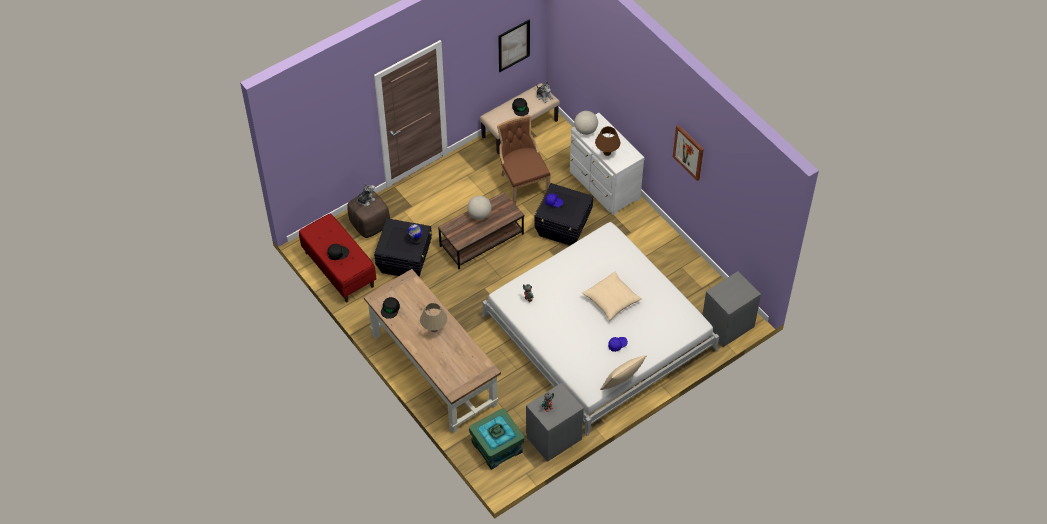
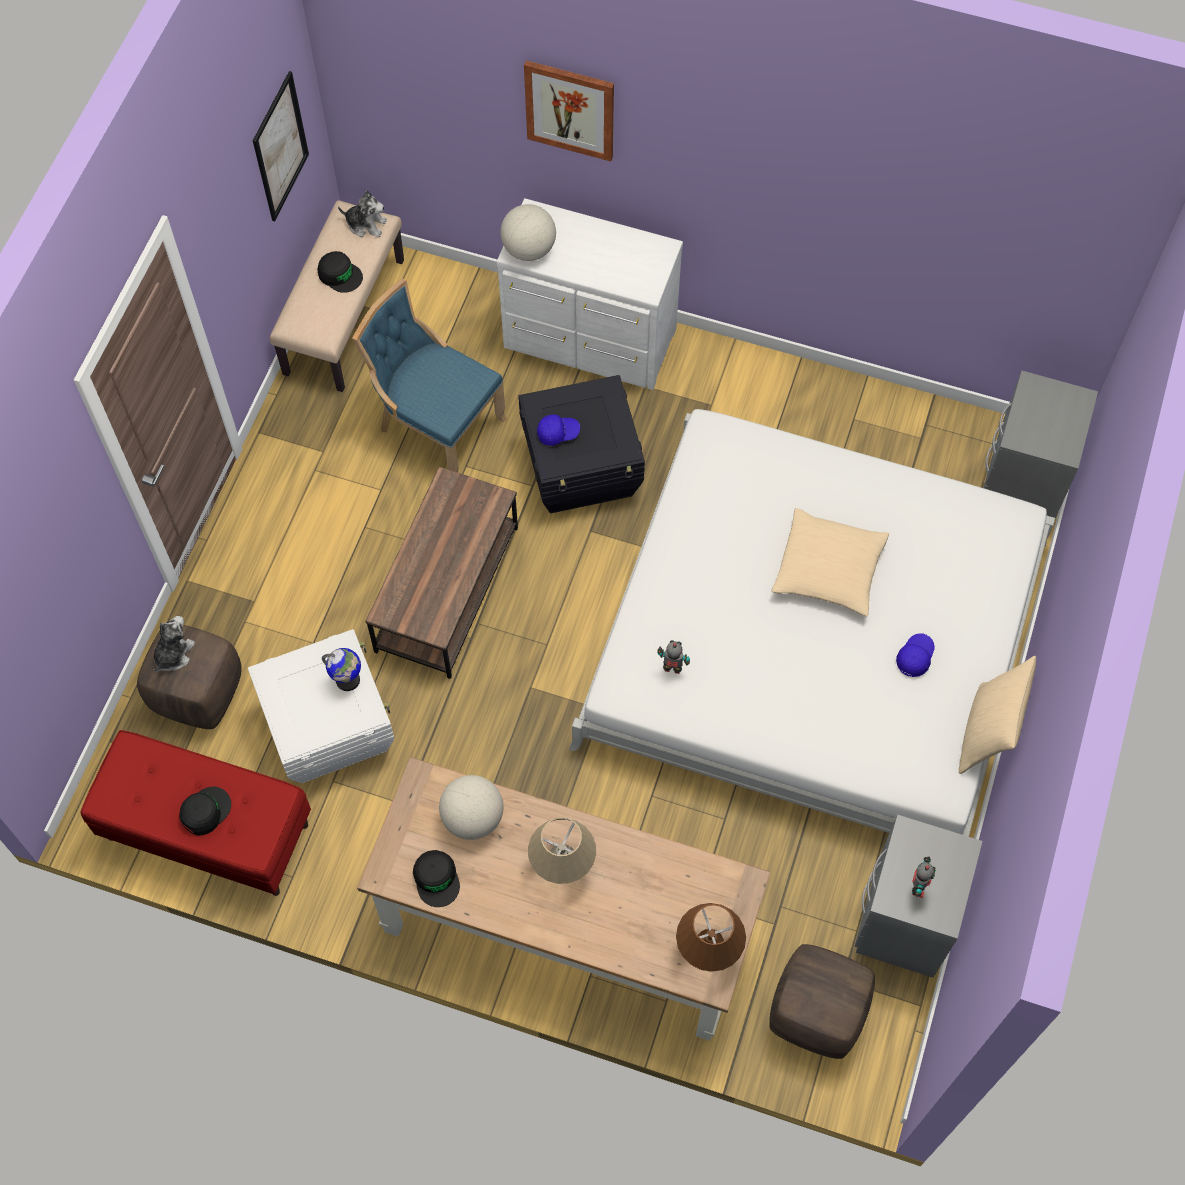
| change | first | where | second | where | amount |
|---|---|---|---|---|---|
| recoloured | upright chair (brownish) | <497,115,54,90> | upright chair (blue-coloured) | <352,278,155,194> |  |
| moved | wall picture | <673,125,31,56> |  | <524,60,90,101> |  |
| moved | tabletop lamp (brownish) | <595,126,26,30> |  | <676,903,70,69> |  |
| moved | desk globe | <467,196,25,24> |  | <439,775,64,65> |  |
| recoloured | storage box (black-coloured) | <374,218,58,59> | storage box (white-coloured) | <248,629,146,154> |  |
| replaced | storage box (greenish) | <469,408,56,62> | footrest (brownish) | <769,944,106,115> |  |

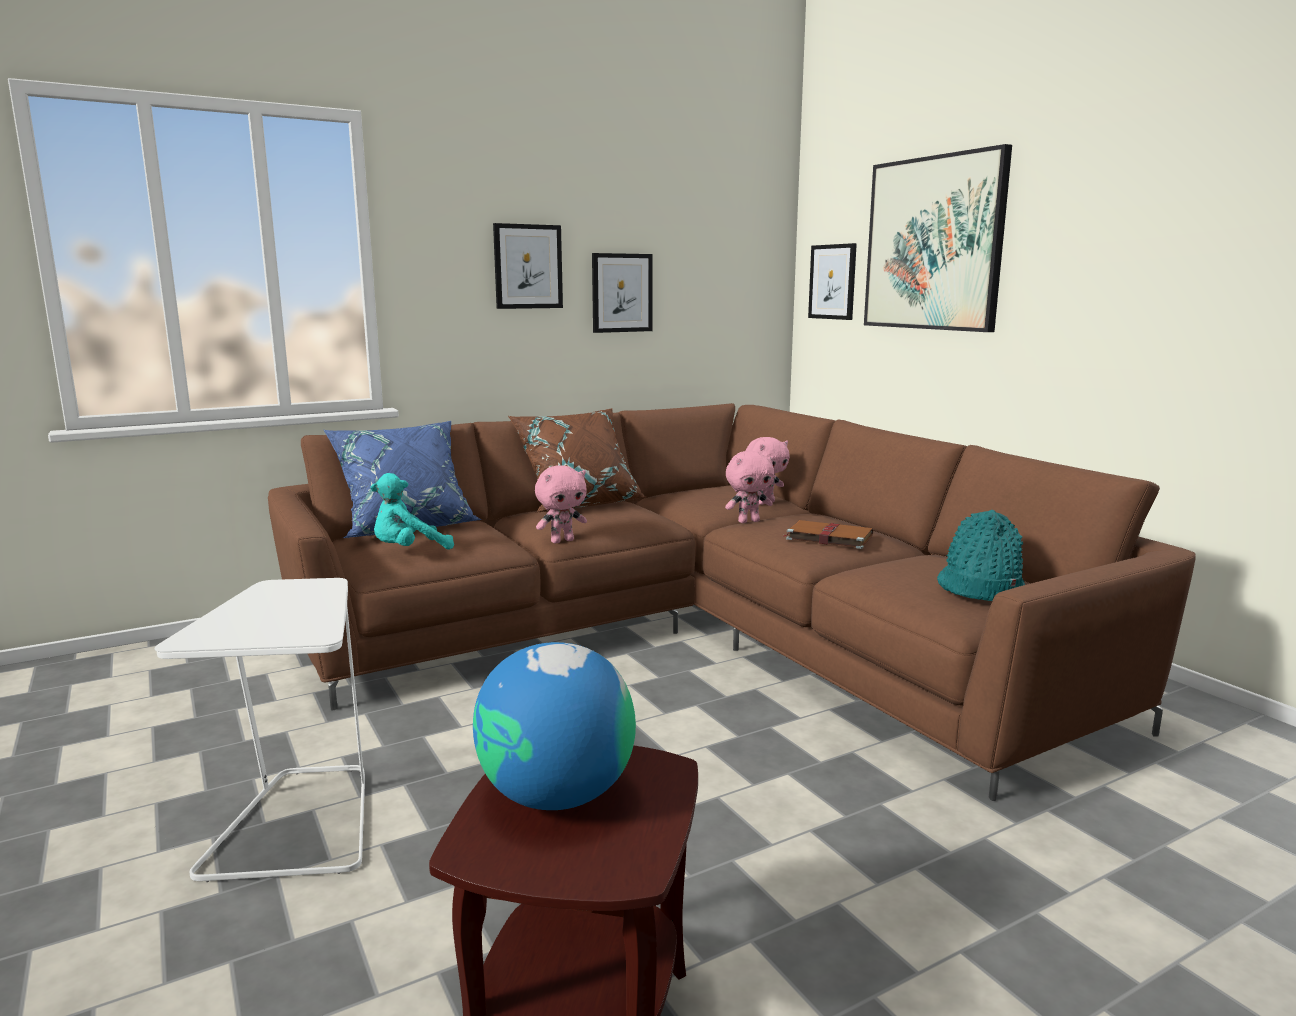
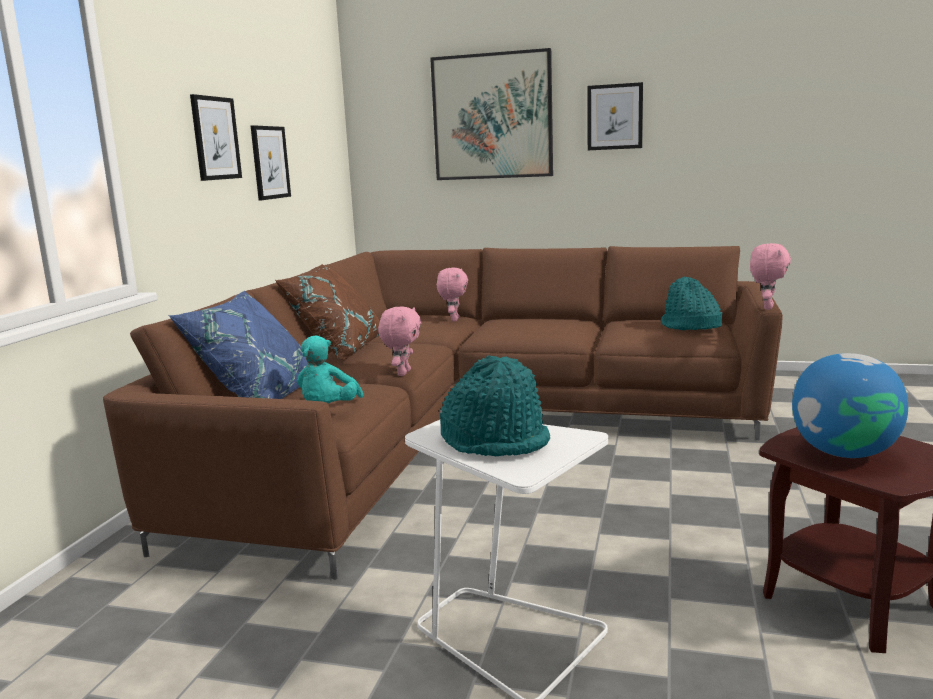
| change | first | where | second | where | amount |
|---|---|---|---|---|---|
| moved | wall picture | <808,243,49,77> |  | <587,82,56,68> |  |
| moved | plush toy (pinkish) | <725,451,49,72> |  | <750,243,41,67> |  |
| removed | bound book (brownish) | <784,520,89,29> |  |  |  |
| added |  |  | hat (turquoise) | <439,356,111,100> |  |

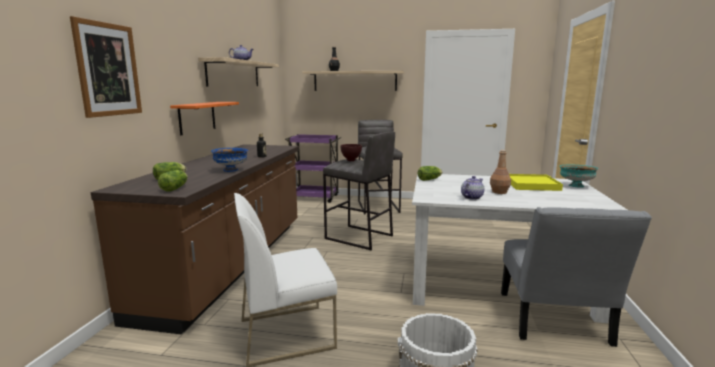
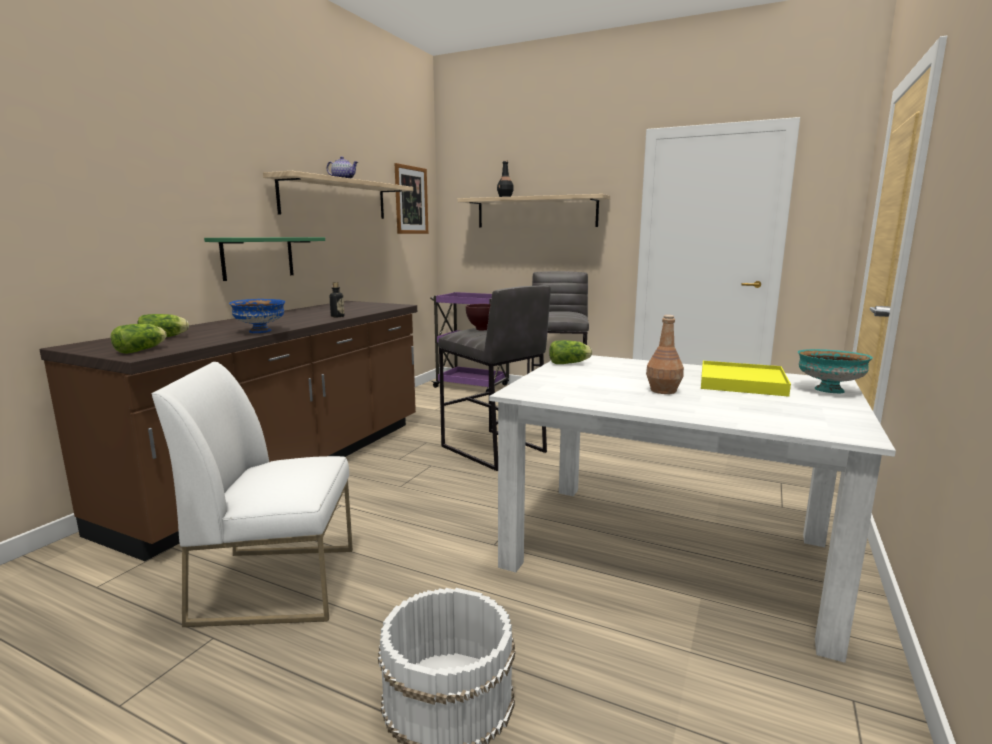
| change | first | where | second | where | amount |
|---|---|---|---|---|---|
| moved | wall picture | <70,16,72,102> |  | <395,163,33,71> |  |
| recoloured | wall shelf (orangey) | <170,102,69,33> | wall shelf (greenish) | <204,237,121,44> |  |
| removed | pot for tea | <461,176,23,24> |  |  |  |
| removed | upright chair (greyish) | <501,207,151,140> |  |  |  |

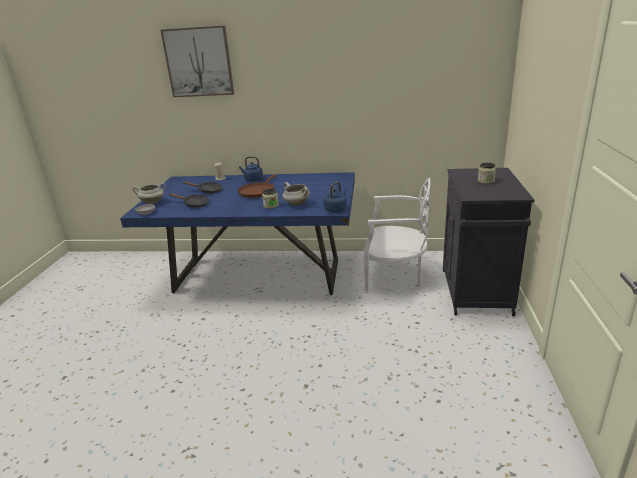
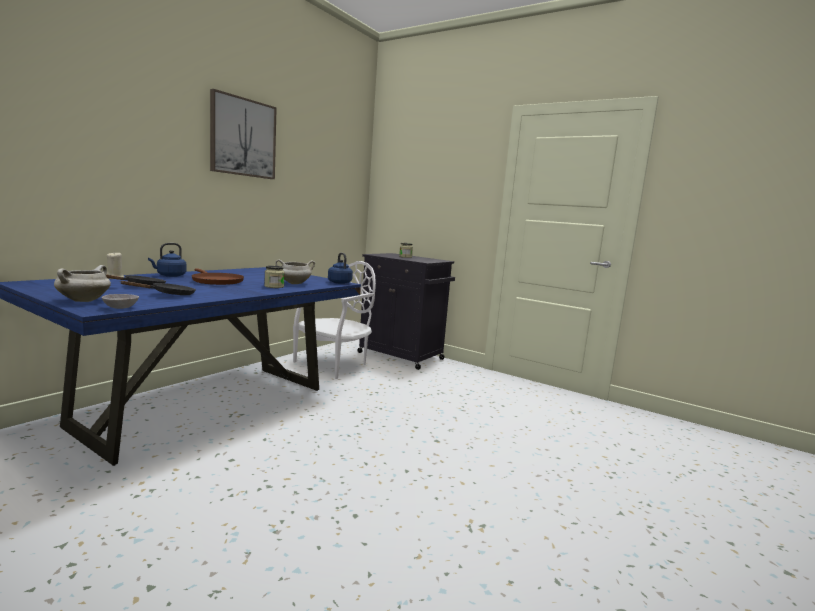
| change | first | where | second | where | amount |
|---|---|---|---|---|---|
| moved | wall picture | <161,25,73,72> |  | <210,89,67,90> |  |

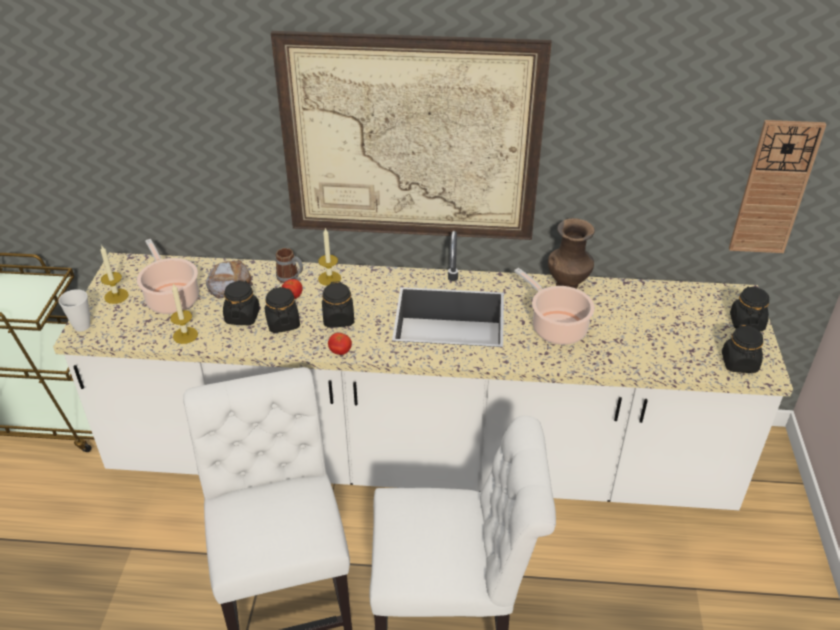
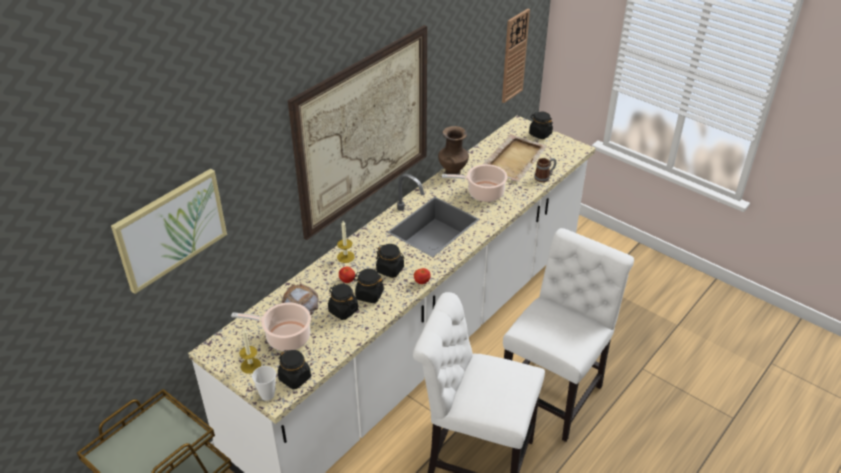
| change | first | where | second | where | amount |
|---|---|---|---|---|---|
| moved | mug | <275,248,28,35> |  | <534,158,23,24> |  |
| removed | candle | <170,283,28,61> |  |  |  |
| moved | preserve jar (black-coloured) | <722,324,41,49> |  | <278,350,33,39> |  |
| added |  |  | serving tray (sand-coloured) | <483,134,64,48> |  |
| added |  |  | wall picture | <111,169,116,125> |  |

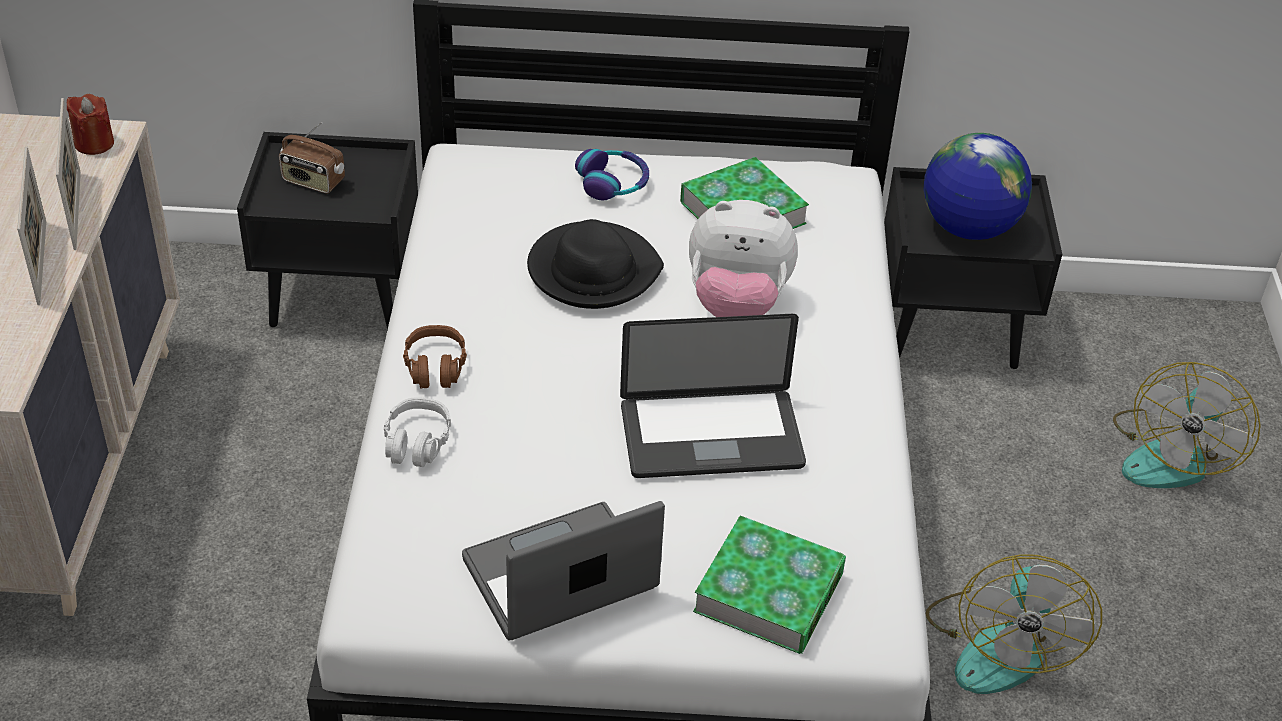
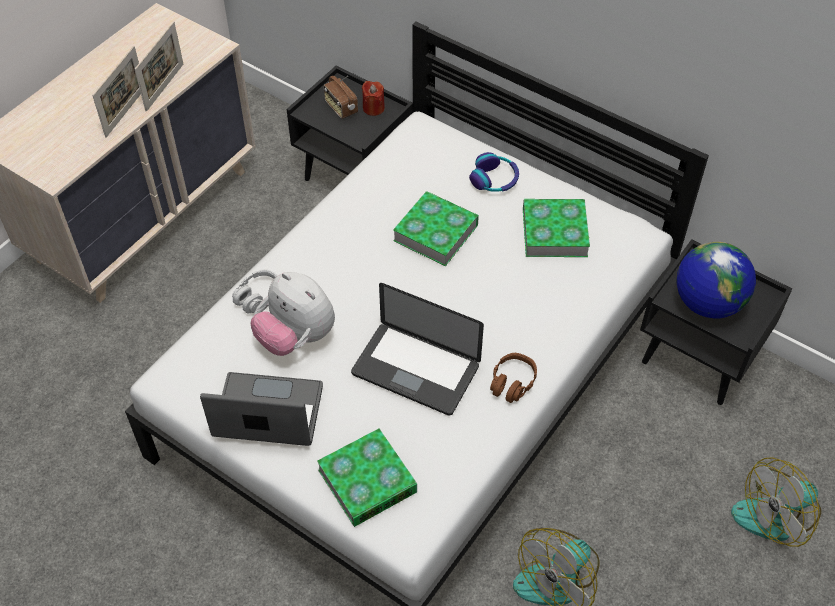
| change | first | where | second | where | amount |
|---|---|---|---|---|---|
| moved | candle (reddish) | <67,94,47,61> |  | <362,81,23,35> |  |
| moved | plush toy | <689,200,109,117> |  | <250,272,85,84> |  |
| replaced | hat (black-coloured) | <527,219,137,90> | bound book | <393,191,86,75> |  |
| moved | headphones (brownish) | <403,325,64,64> |  | <490,353,47,50> |  |

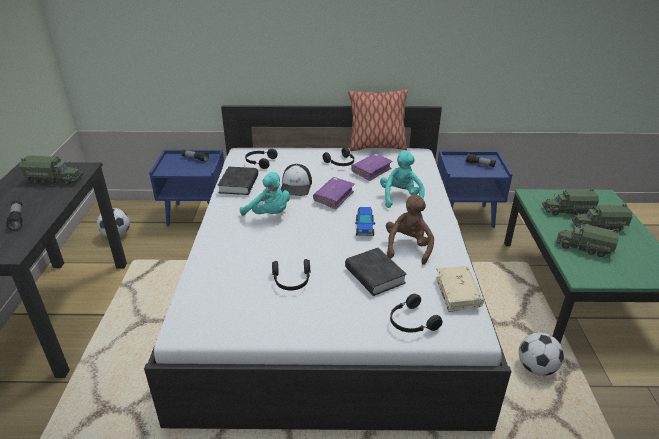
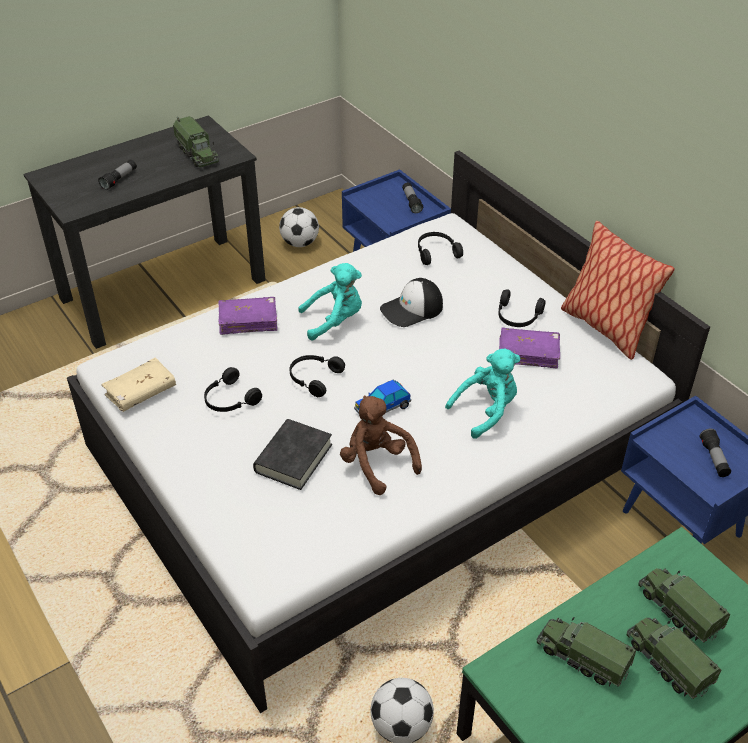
| change | first | where | second | where | amount |
|---|---|---|---|---|---|
| removed | bound book (black-coloured) | <218,167,40,28> |  |  |  |
| turned | plush toy (turquoise) | <240,172,50,44> |  | <298,263,64,77> | 105 degrees counterclockwise |
| moved | bound book (purple) | <313,177,42,32> |  | <219,297,59,38> |  |
| turned | plush toy (brownish) | <386,194,48,71> |  | <340,395,82,100> | 105 degrees counterclockwise |
| turned | model truck | <556,224,63,33> |  | <537,617,99,69> | 45 degrees counterclockwise |
| moved | bound book (sand-coloured) | <436,266,48,46> |  | <101,358,75,54> |  |
| moved | headphones (black-coloured) | <390,294,52,39> |  | <289,355,56,42> |  |

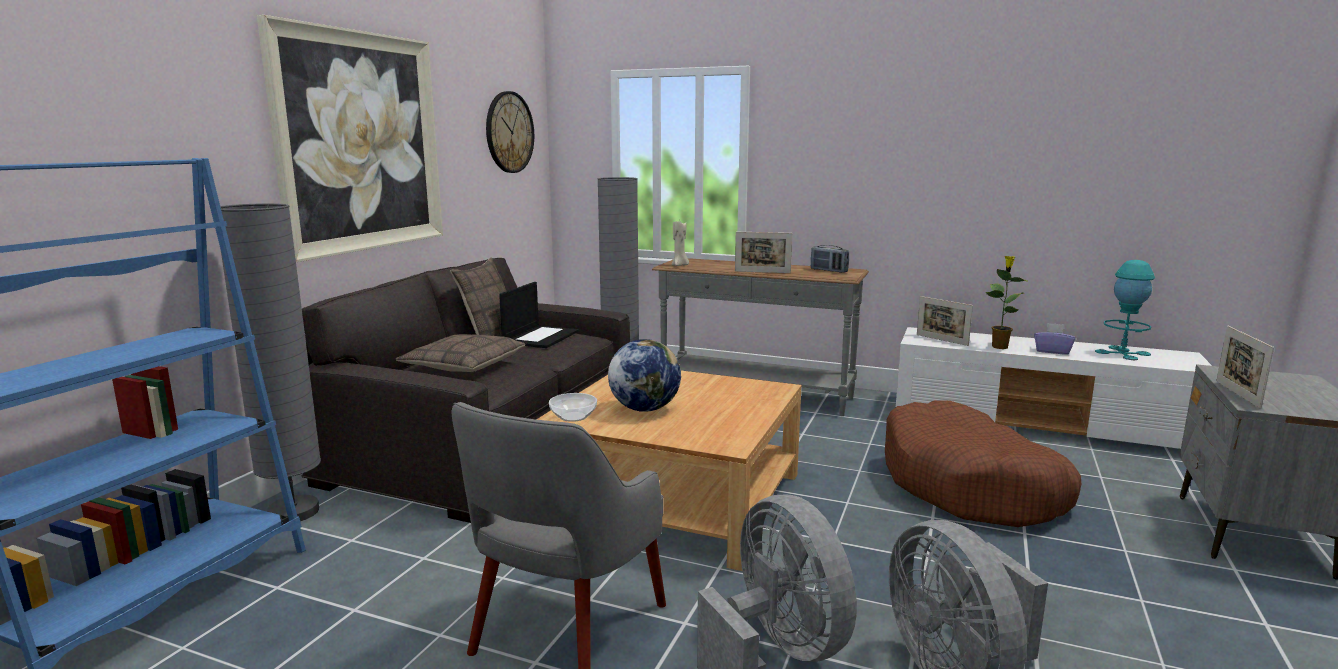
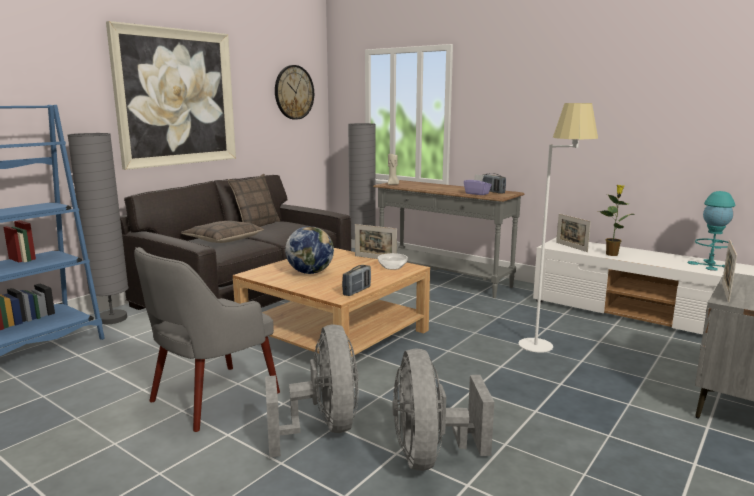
| change | first | where | second | where | amount |
|---|---|---|---|---|---|
| moved | photo frame | <735,232,57,41> |  | <355,224,42,35> |  |
| removed | laptop | <499,282,80,66> |  |  |  |
| moved | box of tissues (purple) | <1034,323,41,32> |  | <464,174,28,21> |  |
| moved | bowl | <549,393,48,29> |  | <378,253,30,17> |  |
| replaced | dog bed (brownish) | <885,401,196,126> | standing lamp (white-coloured) | <518,103,80,250> |  |
| added |  |  | radio receiver | <342,265,29,31> |  |

